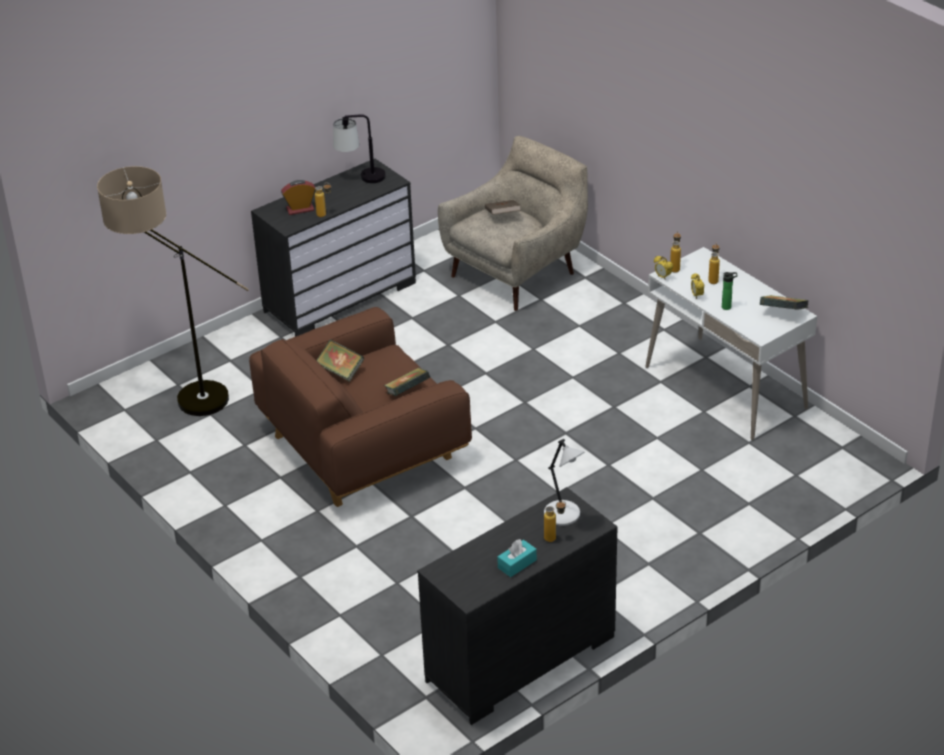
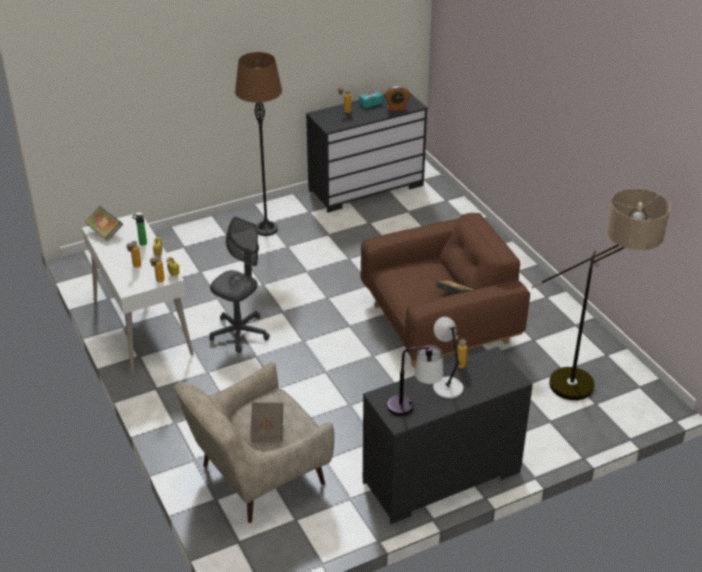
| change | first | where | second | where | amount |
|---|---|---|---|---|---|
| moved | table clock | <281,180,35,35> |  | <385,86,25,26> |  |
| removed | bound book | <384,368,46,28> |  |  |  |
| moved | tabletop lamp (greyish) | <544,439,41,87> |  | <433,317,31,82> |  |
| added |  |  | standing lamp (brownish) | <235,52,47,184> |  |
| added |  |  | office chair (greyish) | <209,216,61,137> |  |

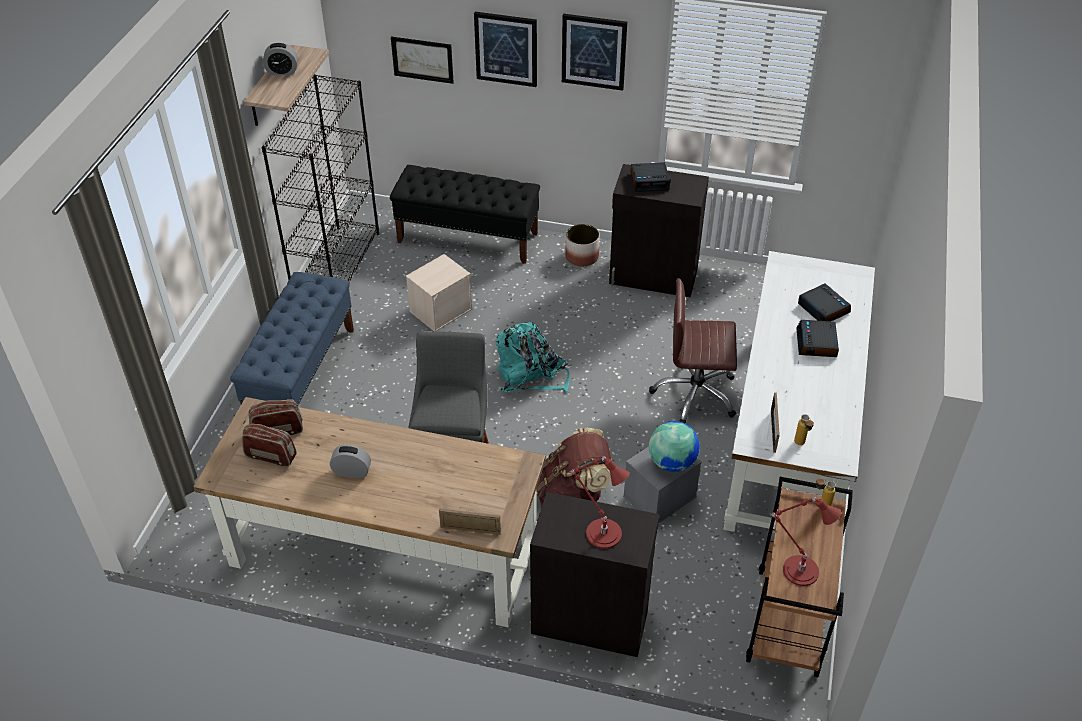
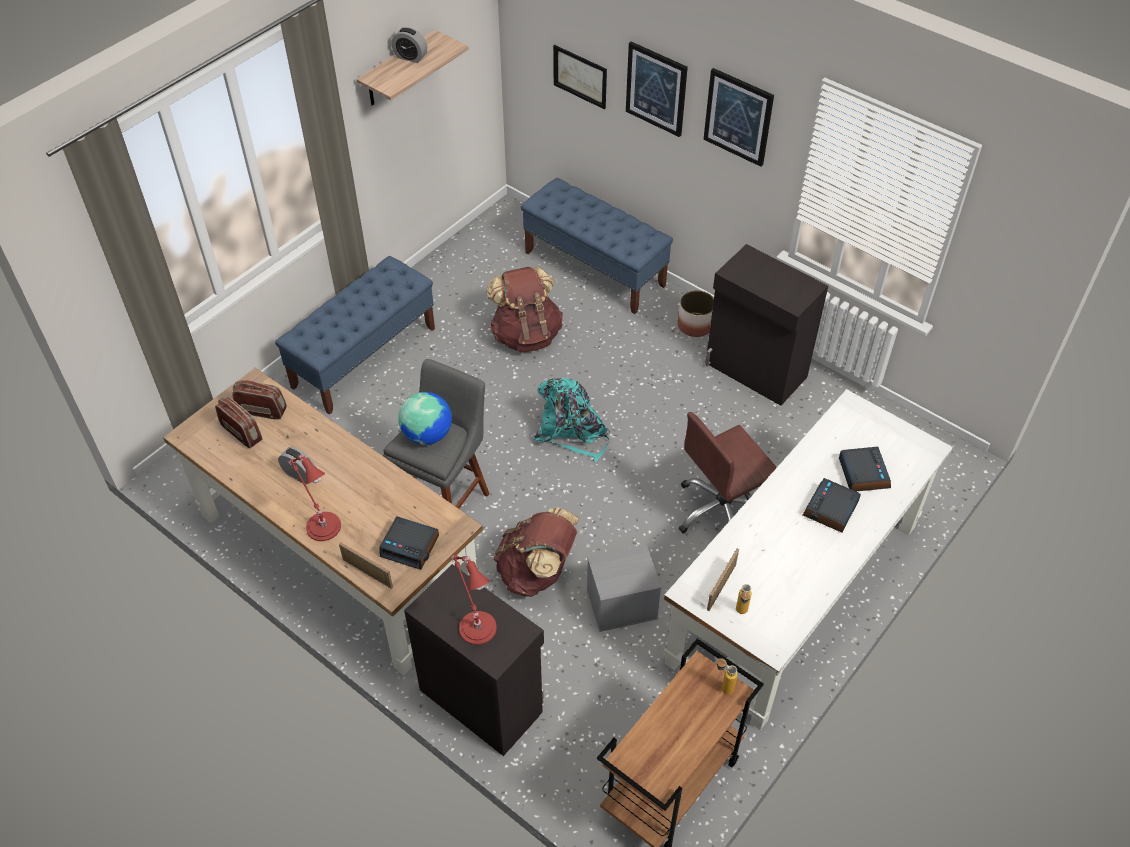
| change | first | where | second | where | amount |
|---|---|---|---|---|---|
| removed | bookshelf (black-coloured) | <262,74,117,208> |  |  |  |
| moved | table clock | <631,162,40,30> |  | <379,516,60,54> |  |
| recoloured | indoor bench (black-coloured) | <390,165,150,99> | indoor bench (blue-coloured) | <521,178,152,136> |  |
| replaced | storage box (sand-coloured) | <406,254,66,78> | knapsack (brownish) | <487,267,76,86> |  |
| turned | office chair (brownish) | <649,278,88,146> |  | <679,412,98,122> | 60 degrees counterclockwise |
| moved | desk globe | <649,421,51,51> |  | <398,392,54,53> |  |
| moved | tabletop lamp (reddish) | <770,497,71,89> |  | <288,454,53,87> |  |

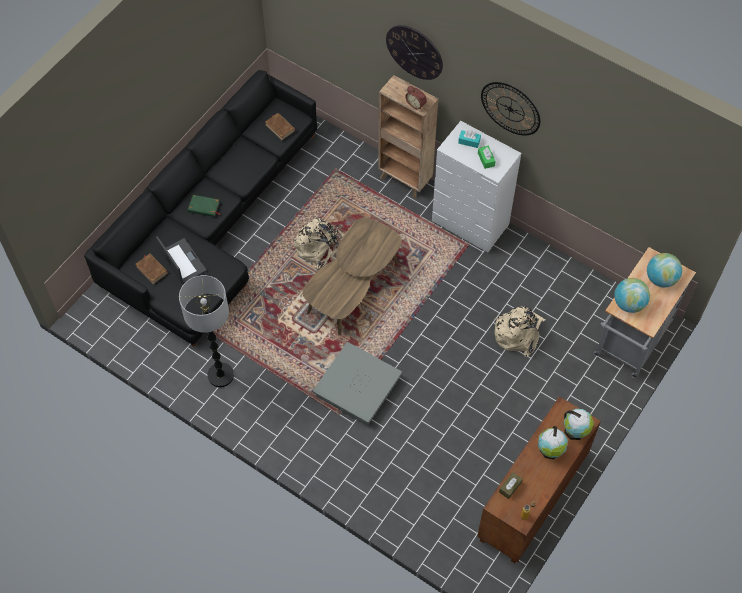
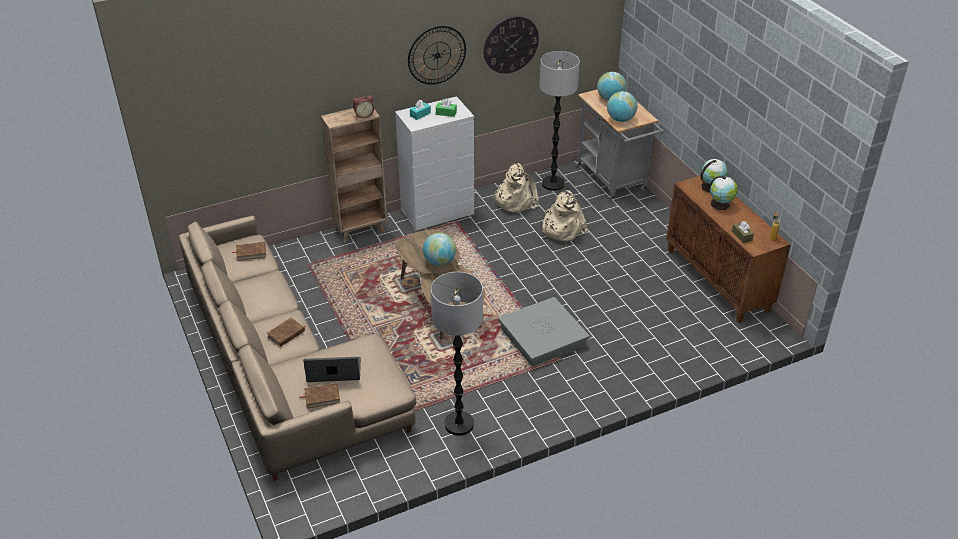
| change | first | where | second | where | amount |
|---|---|---|---|---|---|
| moved | hanging clock | <386,25,57,55> |  | <484,16,55,58> |  |
| recoloured | sofa (black-coloured) | <84,70,233,277> | sofa (sand-coloured) | <179,216,238,265> |  |
| recoloured | bound book (greenish) | <188,195,32,22> | bound book (brownish) | <267,318,39,29> |  |
| moved | knapsack (sand-coloured) | <294,218,50,51> |  | <492,163,46,50> |  |
| added |  |  | standing lamp | <540,51,40,140> |  |
| added |  |  | desk globe | <423,233,33,33> |  |

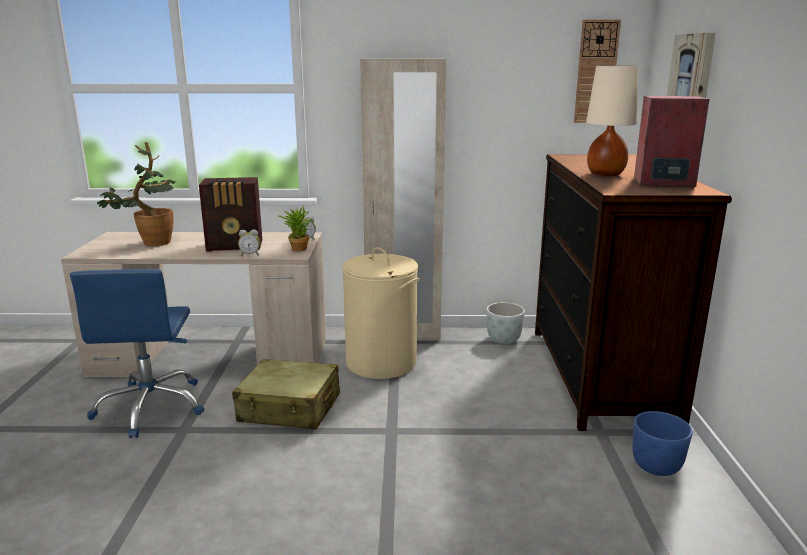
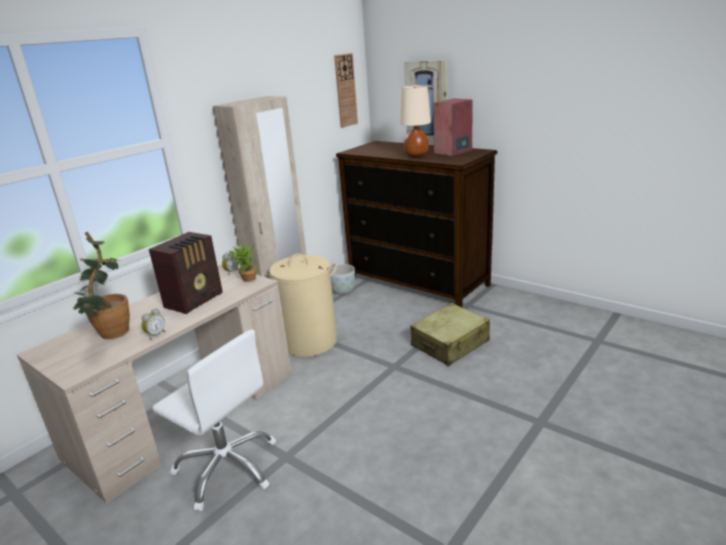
| change | first | where | second | where | amount |
|---|---|---|---|---|---|
| moved | table clock | <238,229,22,27> |  | <142,308,23,32> |  |
| recoloured | office chair (blue-coloured) | <70,269,134,169> | office chair (white-coloured) | <152,329,124,182> |  |
| moved | suitcase (sand-coloured) | <232,359,108,71> |  | <410,303,80,63> |  |
| removed | flower pot (blue-coloured) | <632,411,61,65> |  |  |  |

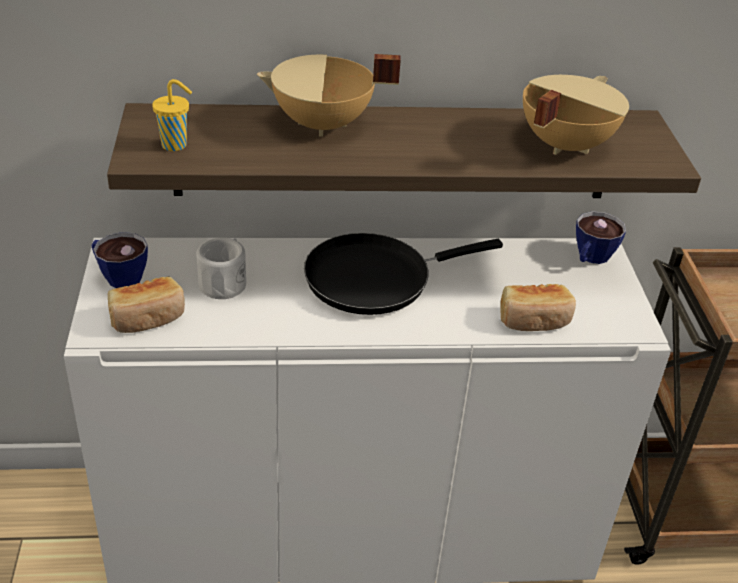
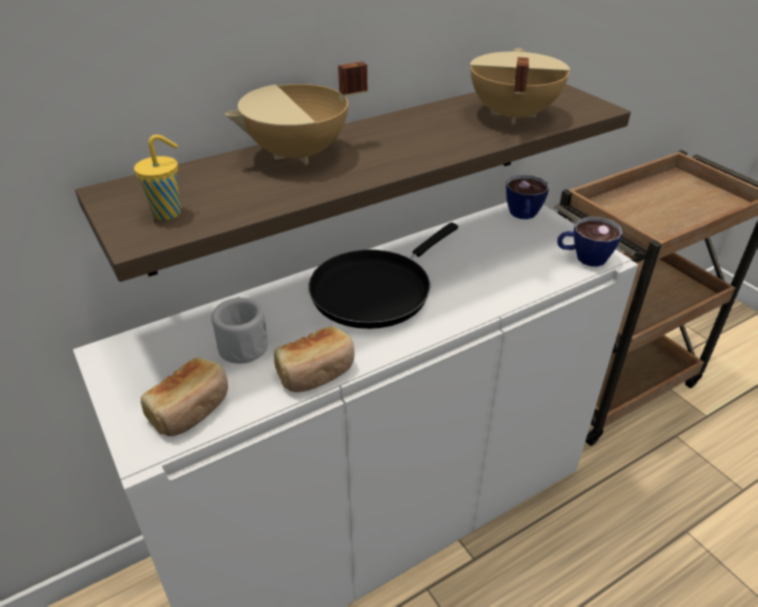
| change | first | where | second | where | amount |
|---|---|---|---|---|---|
| moved | drinking cup | <91,232,57,56> |  | <558,217,65,50> |  |
| moved | baked bread | <500,284,76,47> |  | <274,326,80,66> |  |

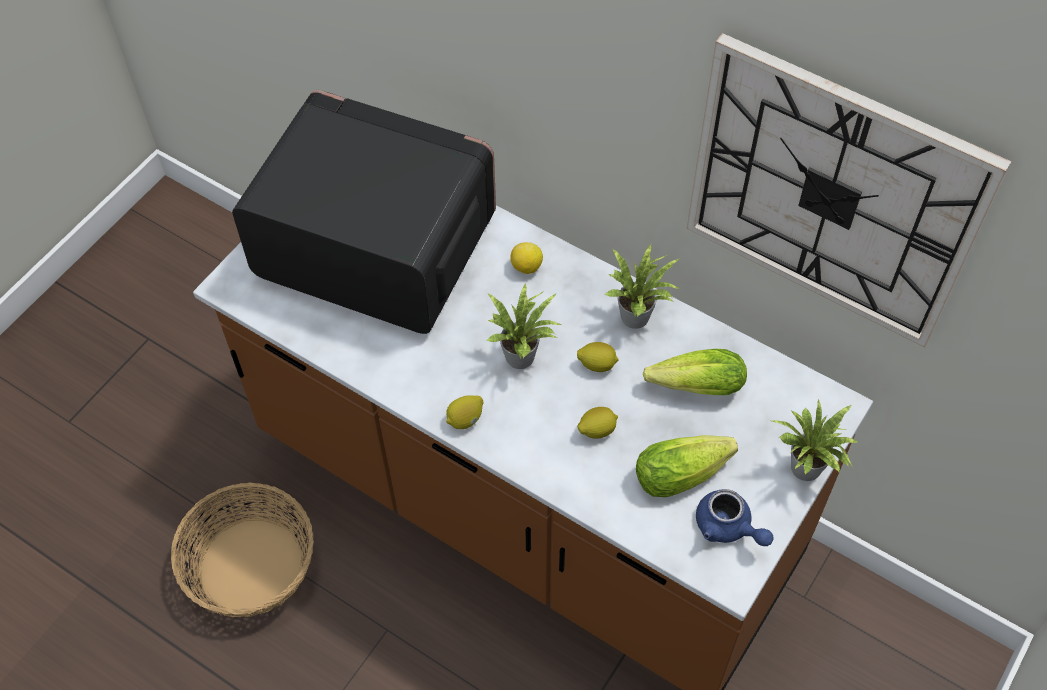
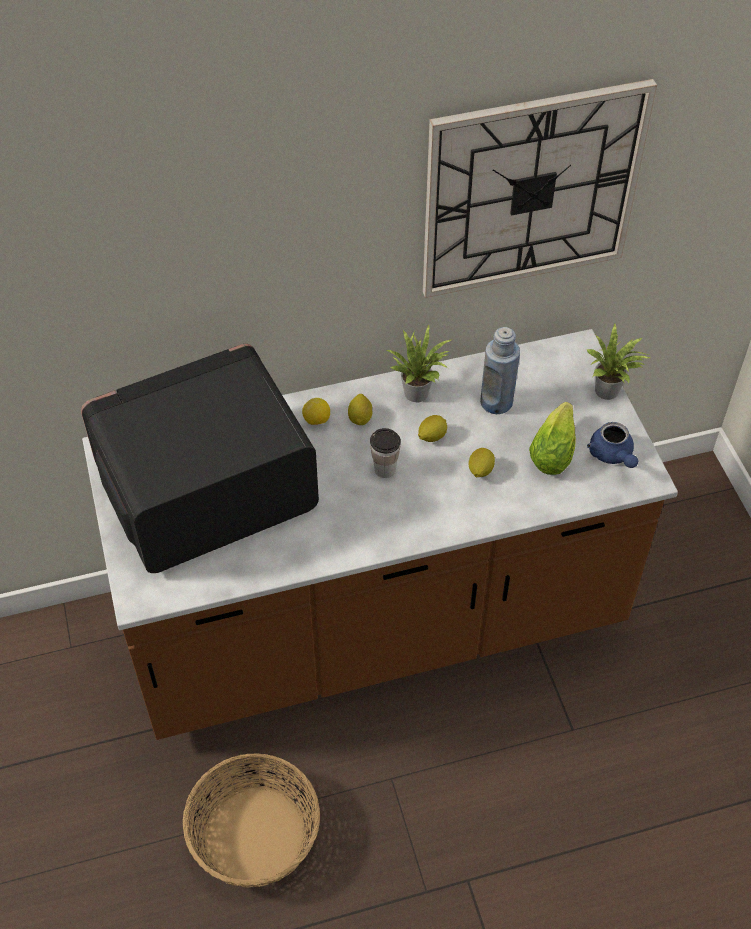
| change | first | where | second | where | amount |
|---|---|---|---|---|---|
| replaced | houseplant | <486,283,75,86> | drinking cup | <370,428,31,50> |  |
| replaced | lettuce head | <643,349,104,46> | beverage bottle (blue-coloured) | <480,327,40,87> |  |
| moved | citrus fruit | <446,395,37,34> |  | <348,394,25,31> |  |
| turned | pot for tea (blue-coloured) | <696,489,78,57> |  | <587,422,51,46> | 75 degrees clockwise |

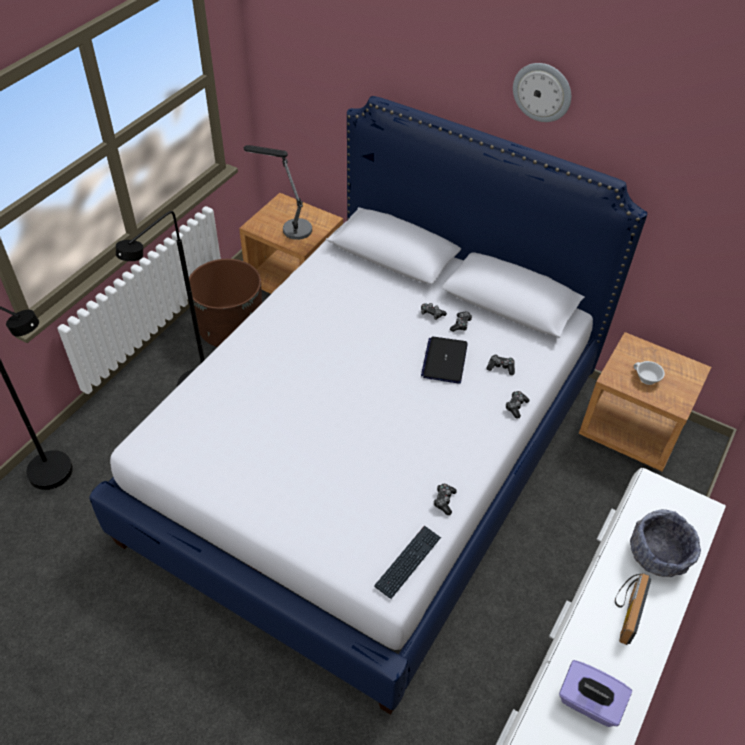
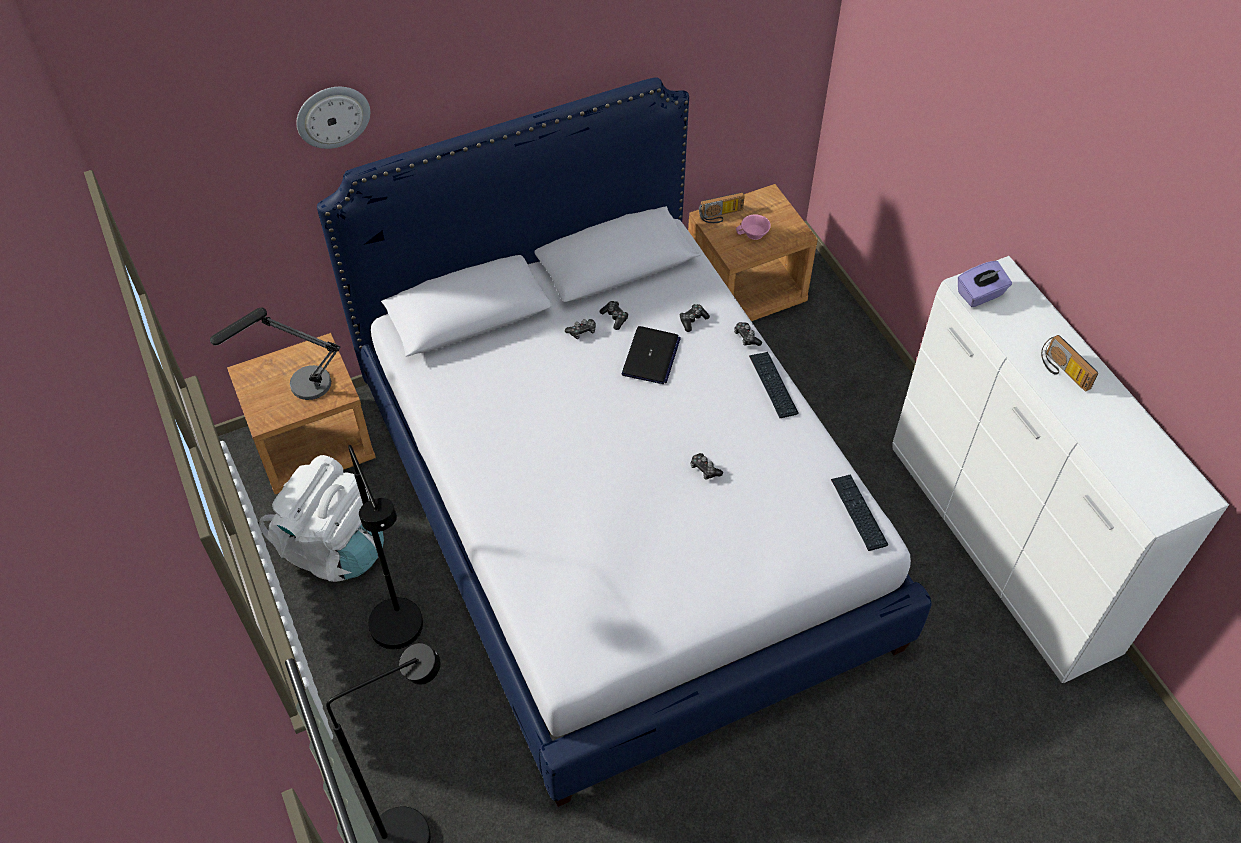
| change | first | where | second | where | amount |
|---|---|---|---|---|---|
| moved | hanging clock | <513,63,58,59> |  | <296,87,74,62> |  |
| replaced | flower pot (brownish) | <189,259,73,88> | knapsack (white-coloured) | <259,455,125,127> |  |
| turned | laptop | <421,337,47,47> |  | <622,326,59,58> | 120 degrees counterclockwise |
| recoloured | drinking cup (white-coloured) | <634,361,31,24> | drinking cup (pinkish) | <736,214,35,26> |  |
| moved | game controller | <434,484,23,31> |  | <690,453,33,26> |  |
| removed | bowl (greyish) | <630,509,71,68> |  |  |  |
| moved | box of tissues (purple) | <559,660,73,67> |  | <958,261,54,46> |  |
| added |  |  | radio receiver | <699,192,46,31> |  |
| added |  |  | keyboard | <749,352,50,66> |  |

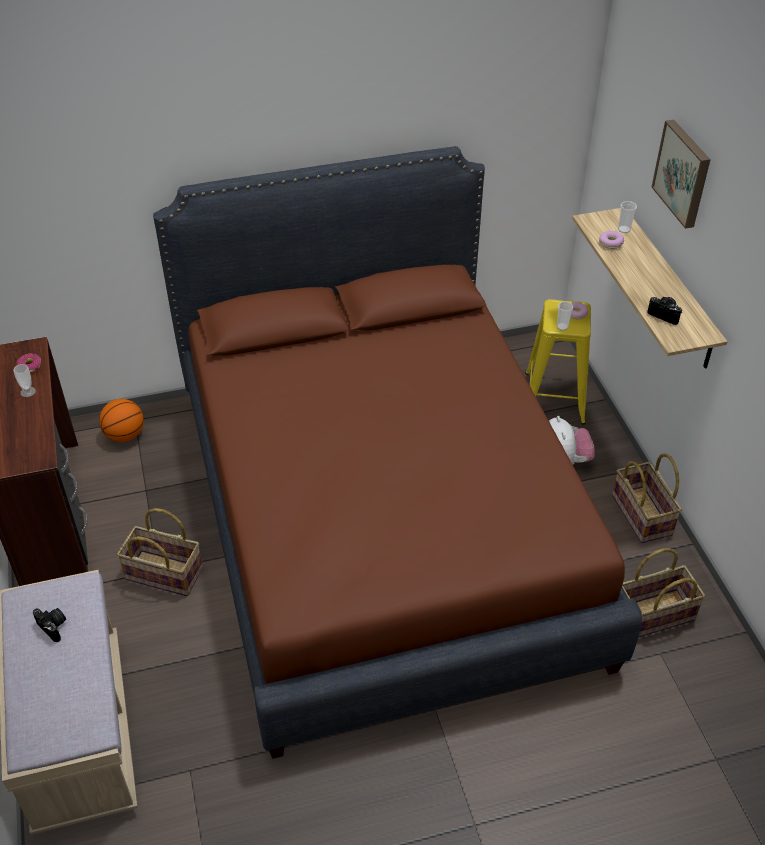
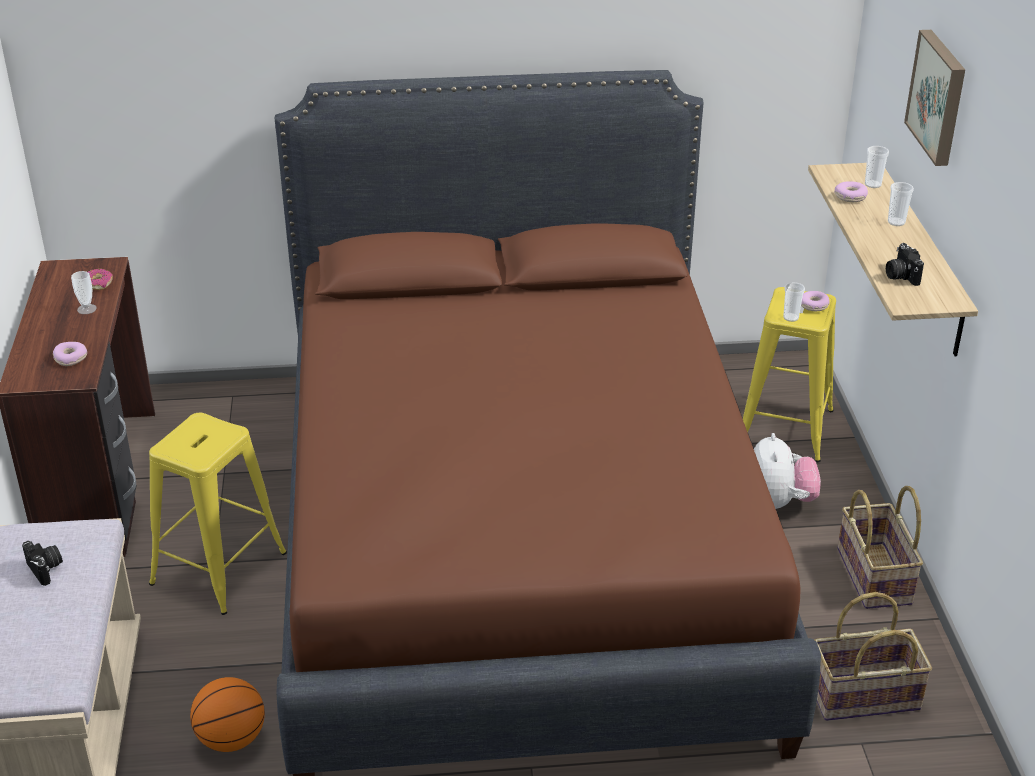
| change | first | where | second | where | amount |
|---|---|---|---|---|---|
| turned | still camera | <647,297,35,28> |  | <886,243,38,43> | 150 degrees counterclockwise |
| moved | basketball ball | <99,399,45,43> |  | <190,677,75,75> |  |
| replaced | household basket | <117,508,86,88> | stool seat (yellow-coloured) | <149,413,138,202> |  |
| added |  |  | drinking cup | <888,182,26,44> |  |
| added |  |  | doughnut | <53,342,34,24> |  |

